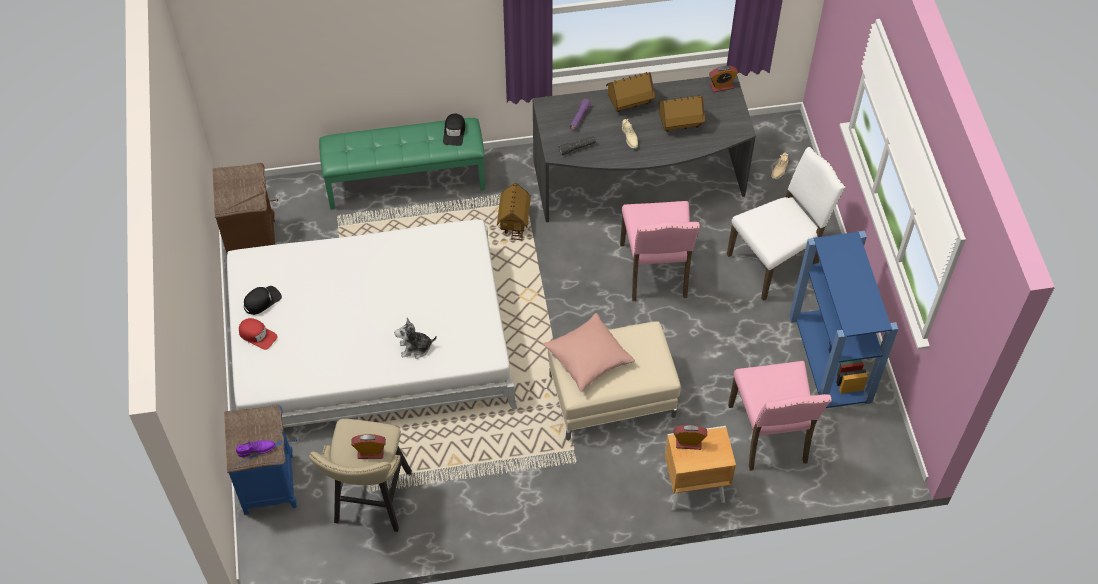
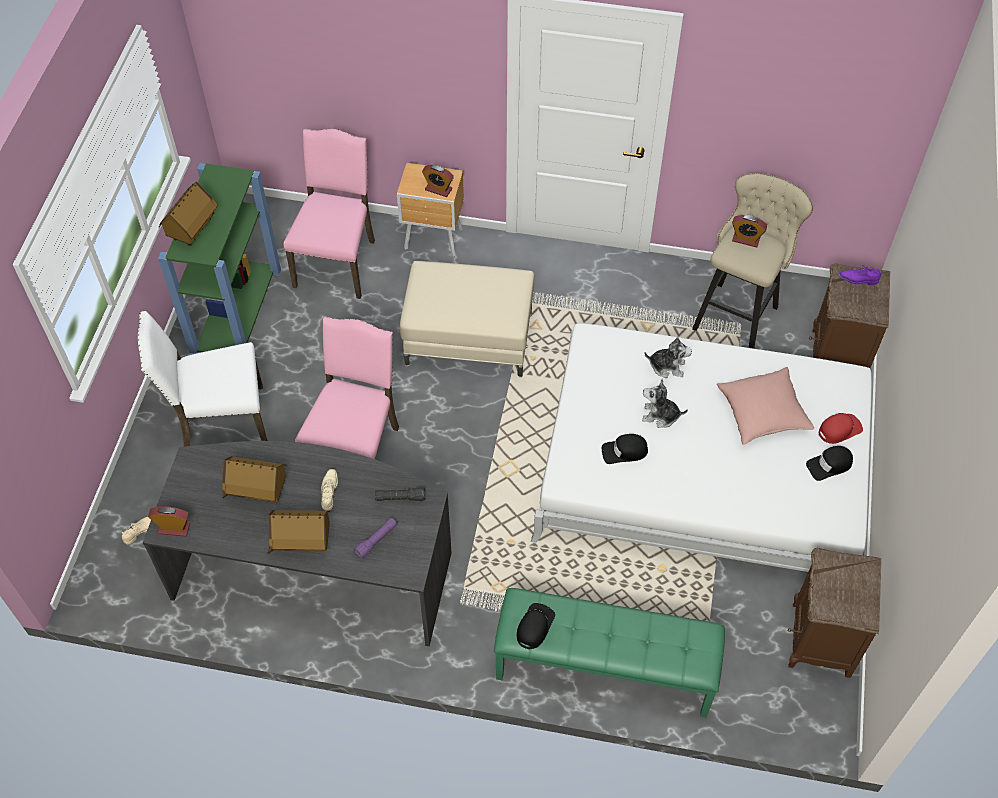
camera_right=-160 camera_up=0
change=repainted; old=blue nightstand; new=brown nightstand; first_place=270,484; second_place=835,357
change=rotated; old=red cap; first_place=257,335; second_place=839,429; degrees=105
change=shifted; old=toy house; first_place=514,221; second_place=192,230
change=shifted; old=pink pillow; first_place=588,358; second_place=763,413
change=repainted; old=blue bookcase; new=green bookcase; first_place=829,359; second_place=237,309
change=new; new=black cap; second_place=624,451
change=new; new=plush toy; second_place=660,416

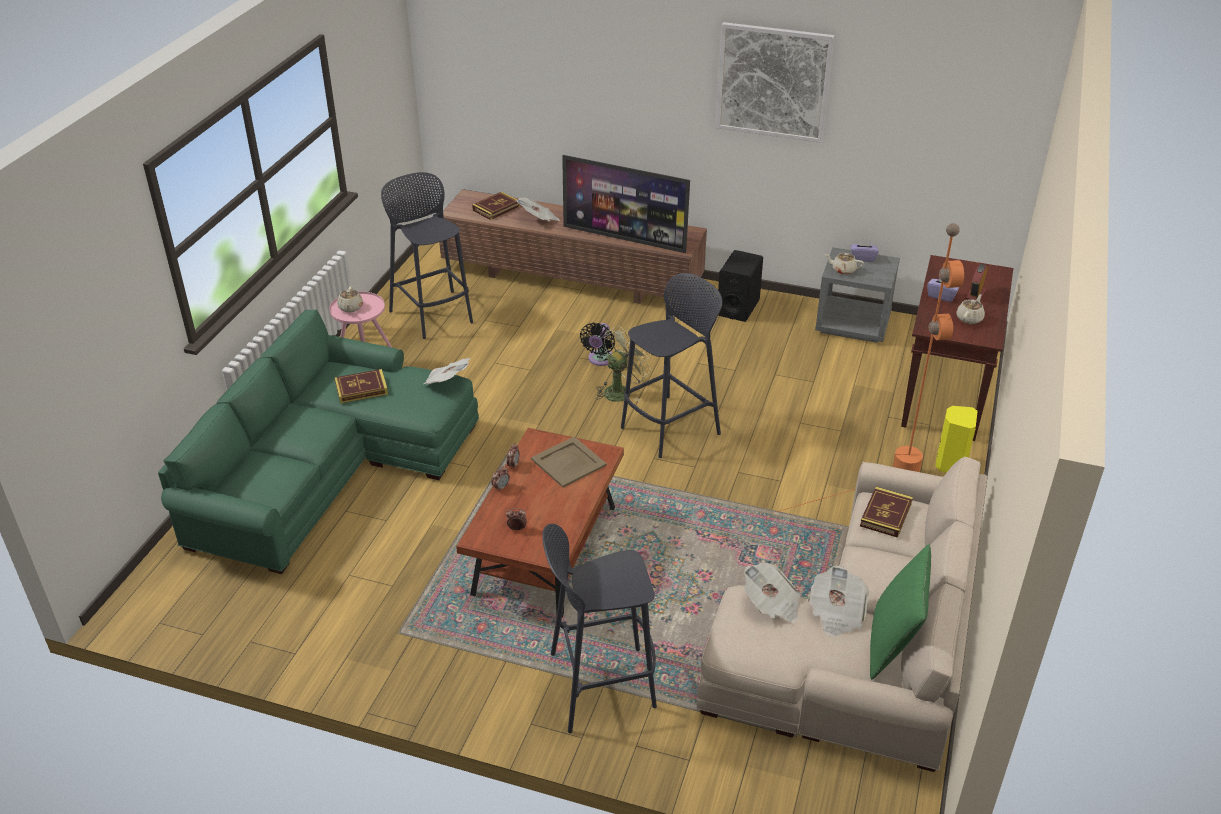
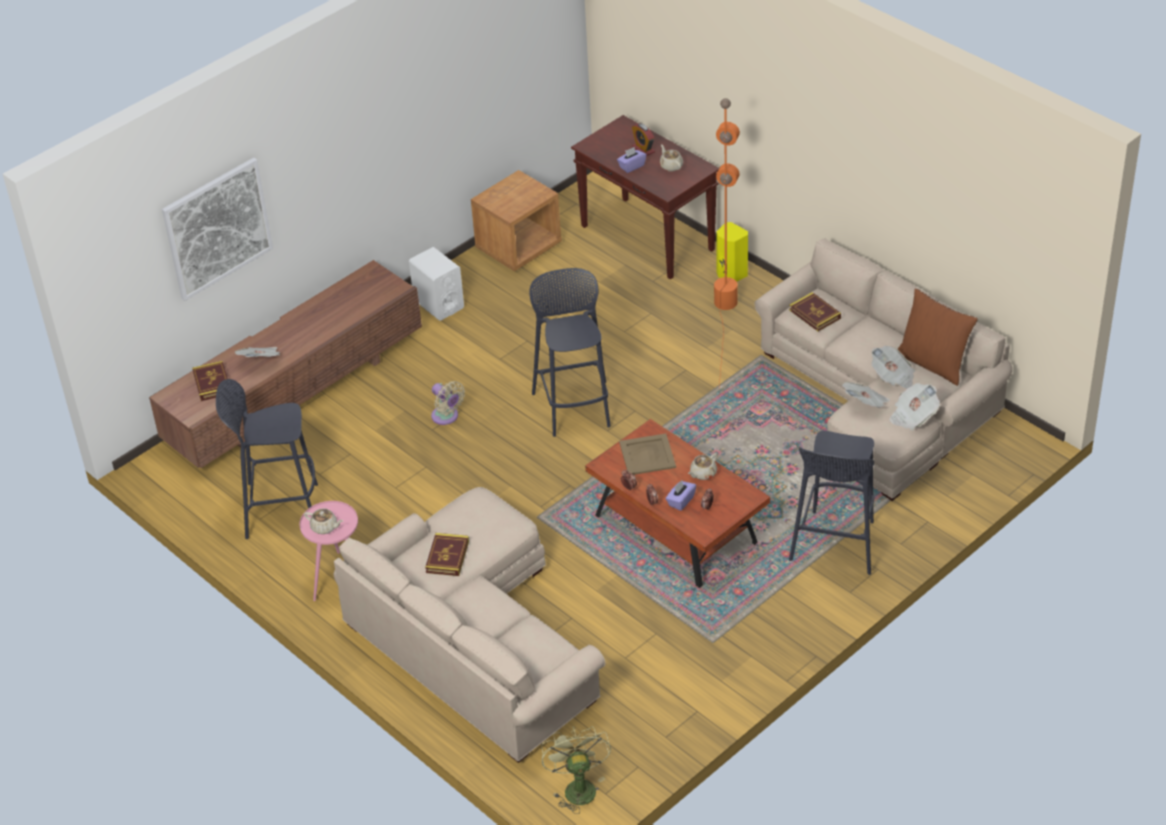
camera_right=-60 camera_up=5
change=repainted; old=green sofa; new=beige sofa; first_place=327,469; second_place=472,642
change=shifted; old=newspaper; first_place=447,382; second_place=913,416
change=gone; old=television; first_place=625,239
change=repainted; old=black fan; new=beige fan; first_place=600,360; second_place=446,417
change=shifted; old=green fan; first_place=621,391; second_place=577,787
change=shifted; old=picture; first_place=773,82; second_place=217,228
change=repainted; old=black speaker; new=white speaker; first_place=738,307; second_place=438,304
change=repainted; old=grey nightstand; new=brown nightstand; first_place=853,324; second_place=518,247
change=shifted; old=beige teapot; first_place=843,270; second_place=703,473
change=shifted; old=purple tissue box; first_place=862,258; second_place=680,501
change=repainted; old=green pillow; new=brown pillow; first_place=892,644; second_place=933,363

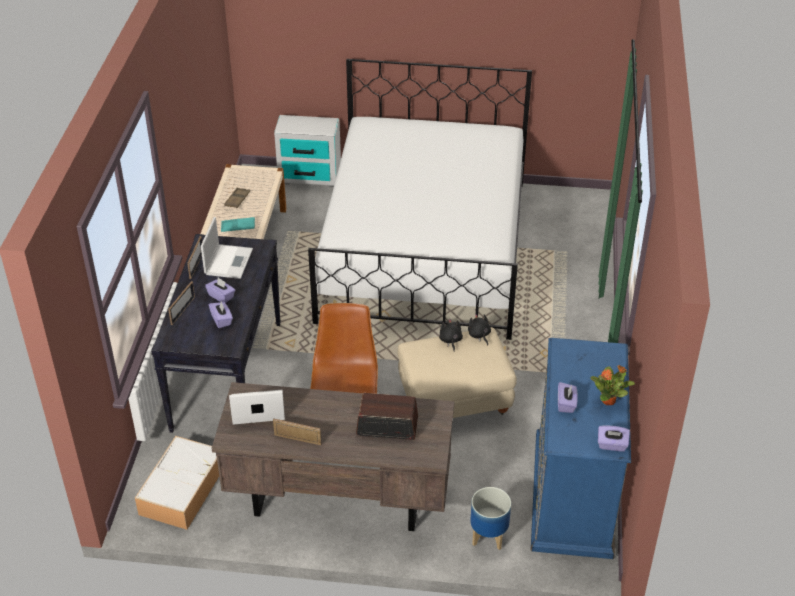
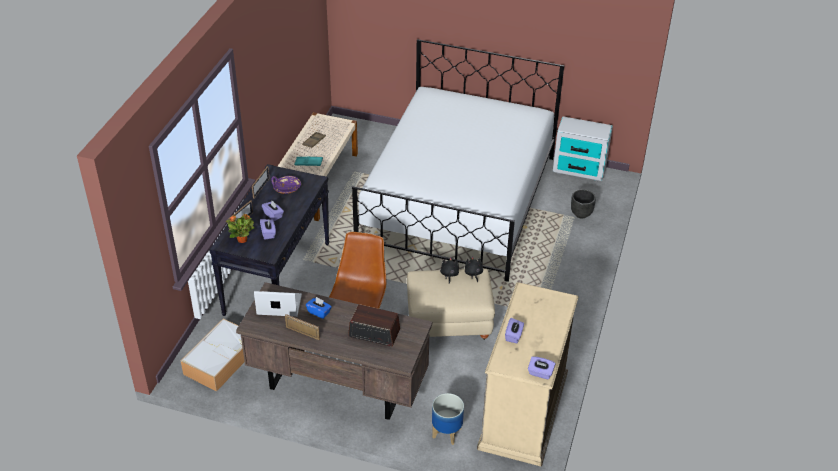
camera_right=10 camera_up=0
change=swapped; old=laptop; new=purple bowl; first_place=228,261; second_place=286,188
change=shifted; old=white nightstand; first_place=310,179; second_place=579,172
change=repainted; old=blue dresser; new=beige dresser; first_place=573,494; second_place=523,411
change=shifted; old=potted plant; first_place=609,400; second_place=243,240
change=new; new=blue tissue box; second_place=319,312
change=new; new=black planter; second_place=581,214

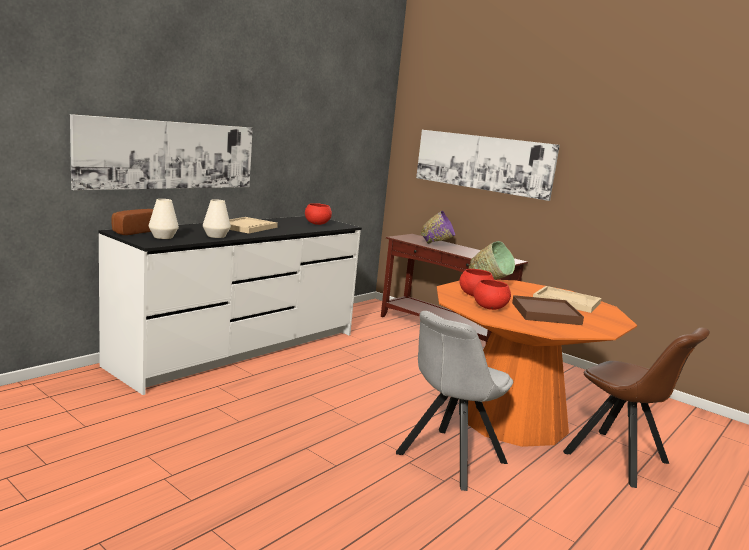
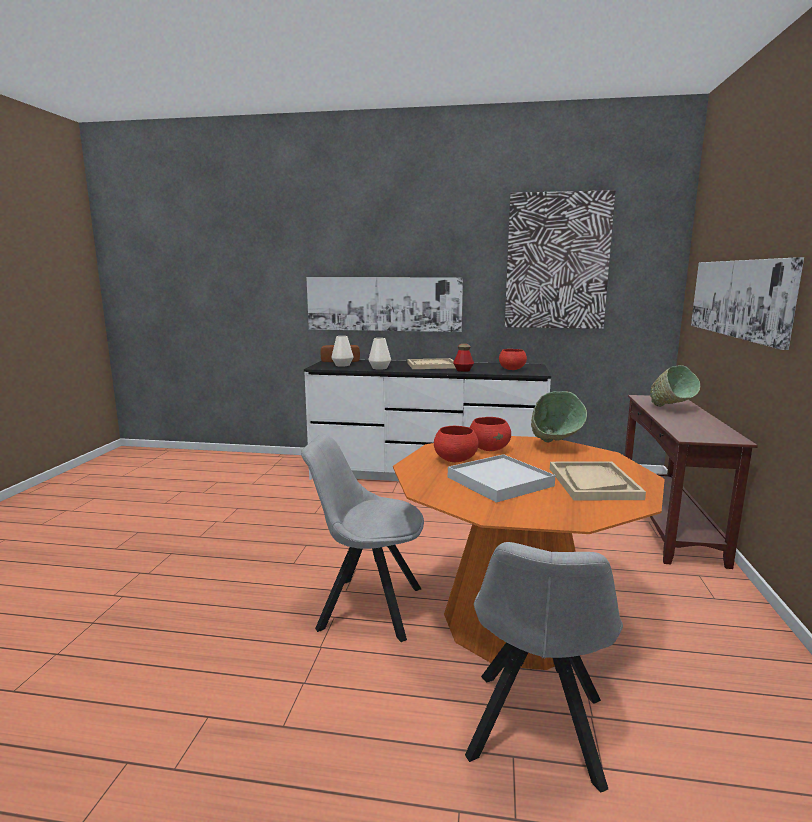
camera_right=60 camera_up=0
change=repainted; old=purple bowl; new=green bowl; first_place=437,244; second_place=671,409
change=repainted; old=brown tray; new=white tray; first_place=545,313; second_place=500,481
change=repainted; old=brown chair; new=grey chair; first_place=619,459; second_place=536,730
change=new; new=bottle; second_place=463,370
change=new; new=picture; second_place=557,261

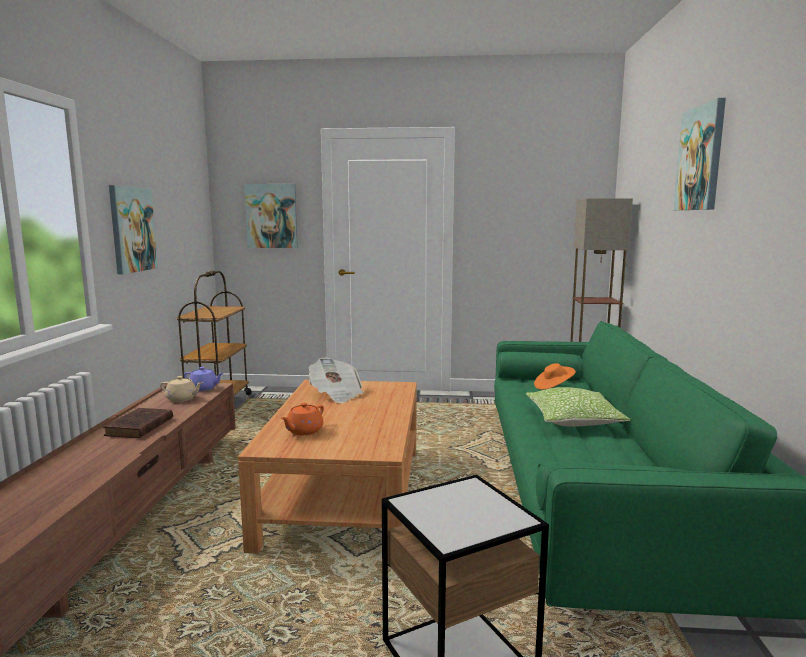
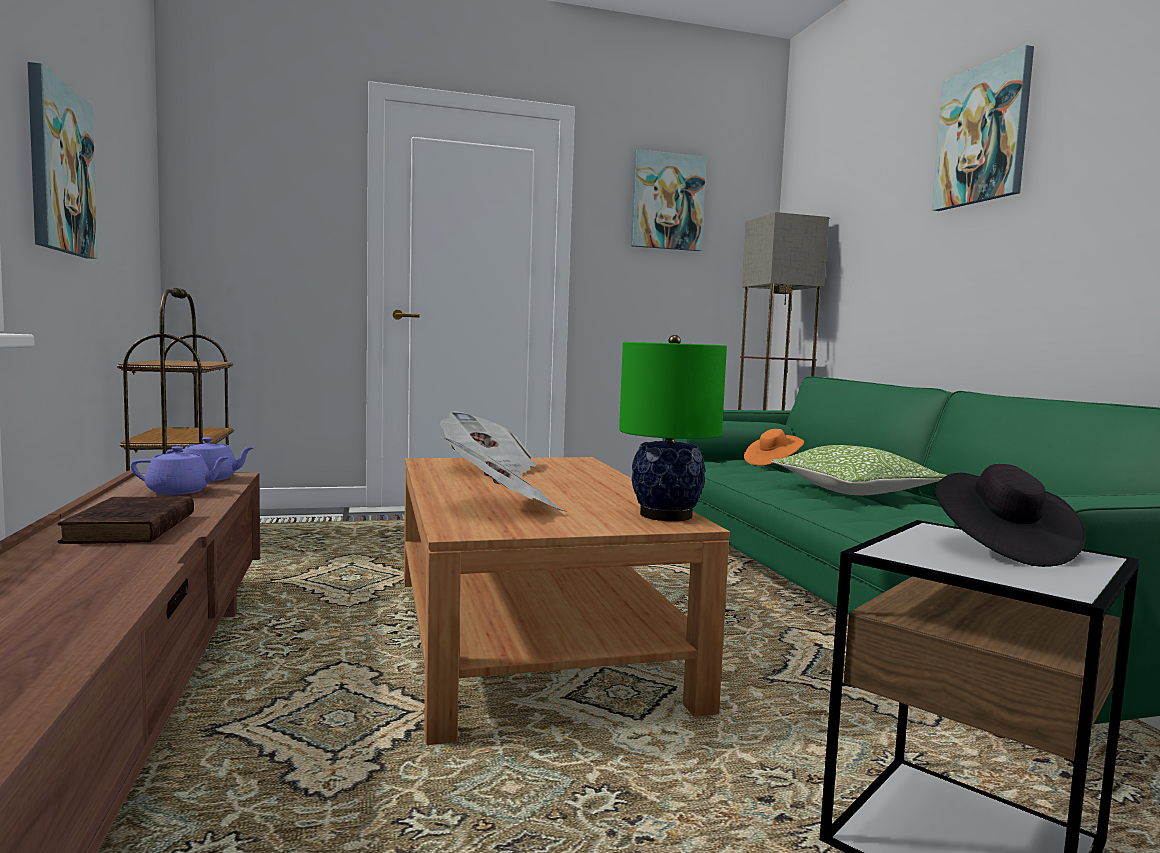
camera_right=-20 camera_up=-5
change=repainted; old=beige teapot; new=purple teapot; first_place=182,399; second_place=180,491
change=shifted; old=picture; first_place=271,216; second_place=667,201
change=swapped; old=orange teapot; new=newspaper; first_place=303,431; second_place=504,508
change=new; new=green table lamp; second_place=666,515
change=new; new=black hat; second_place=1001,548

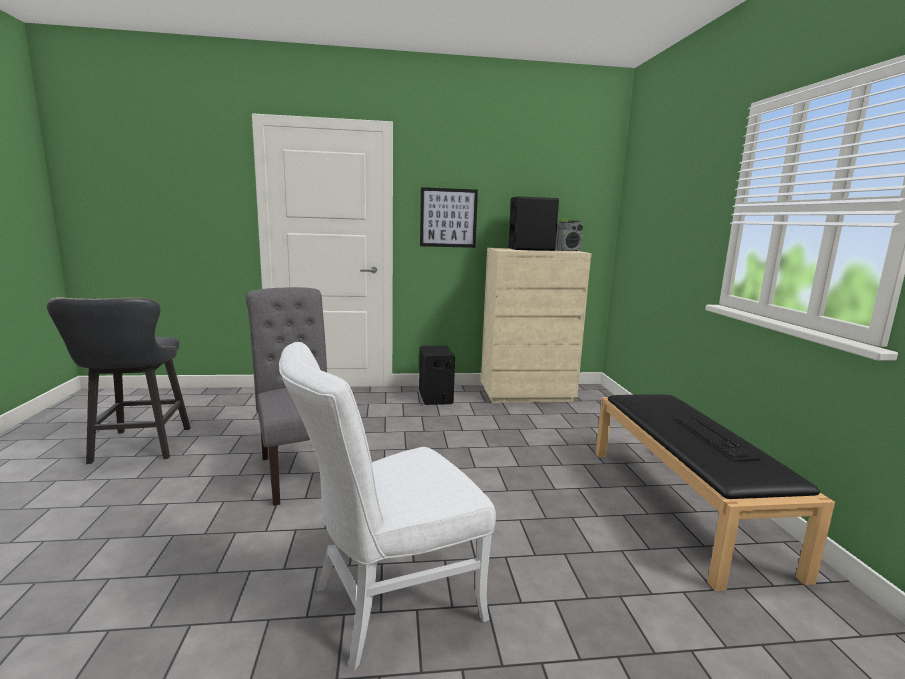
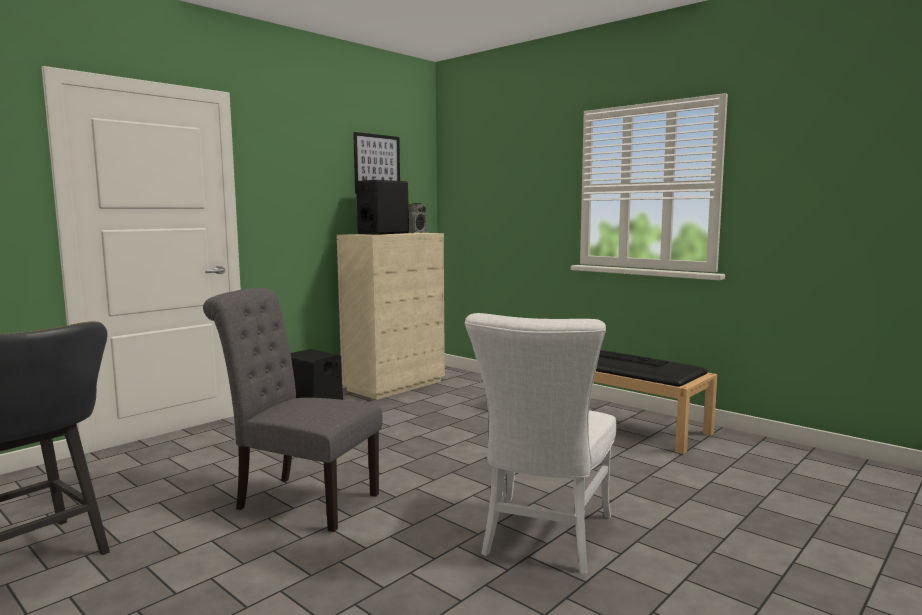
camera_right=-40 camera_up=-5
change=shifted; old=picture; first_place=448,218; second_place=377,164

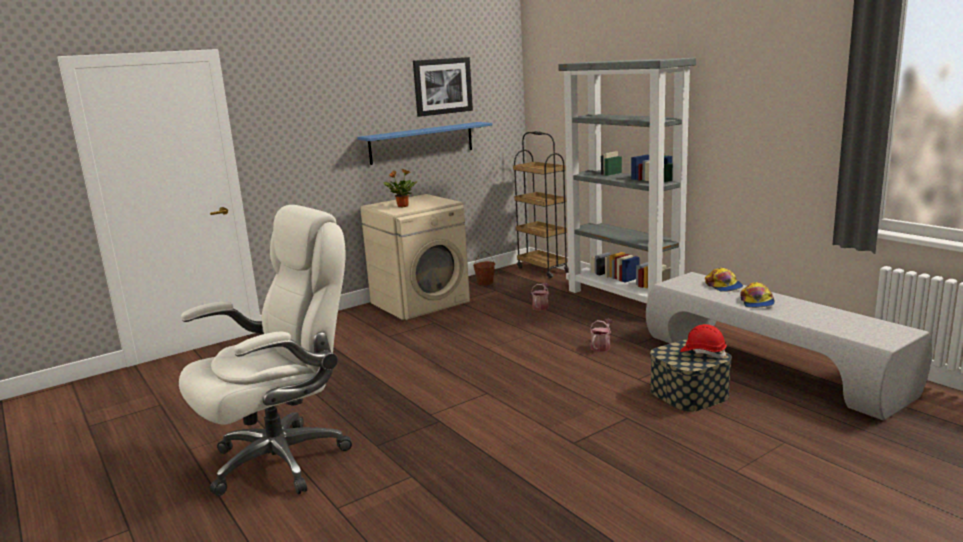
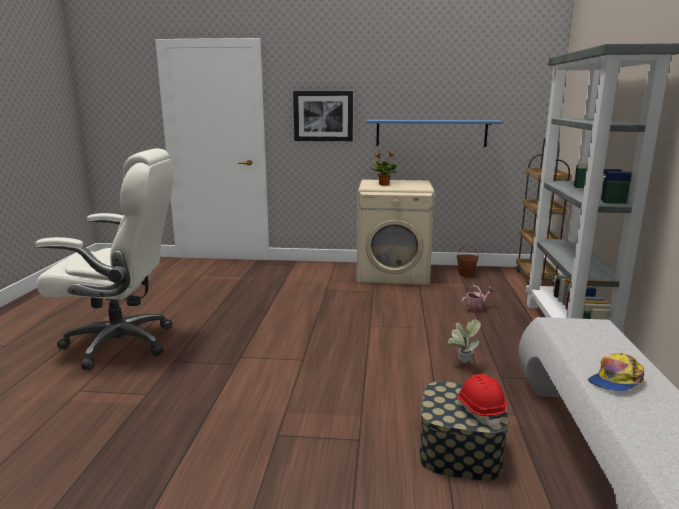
camera_right=40 camera_up=0
change=shifted; old=picture; first_place=442,86; second_place=323,116
change=swapped; old=watering can; new=potted plant; first_place=601,346; second_place=462,364
change=gone; old=cap; first_place=724,286

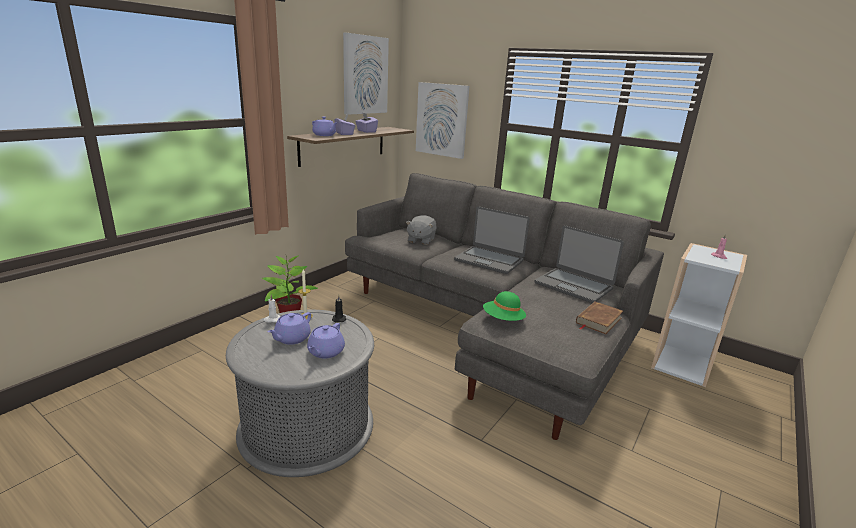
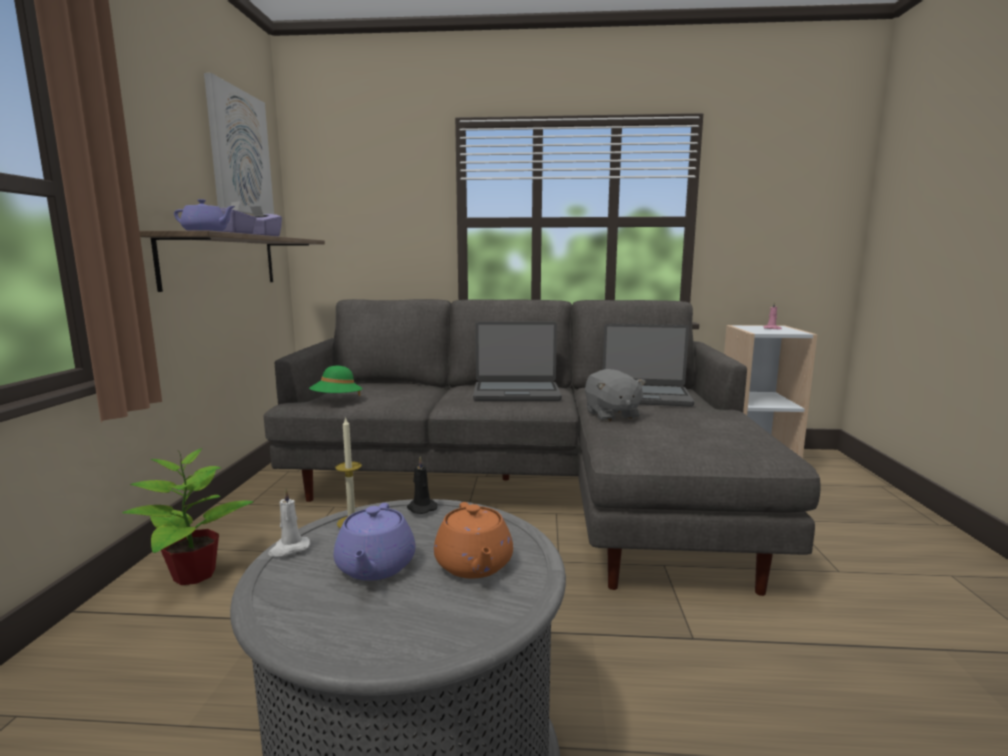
camera_right=-30 camera_up=-10
change=repainted; old=purple teapot; new=orange teapot; first_place=325,352; second_place=474,565
change=shifted; old=grey plush toy; first_place=420,240; second_place=611,415
change=gone; old=picture; first_place=442,120
change=shifted; old=green hat; first_place=503,320; second_place=337,400
change=gone; old=brown book; first_place=598,320

